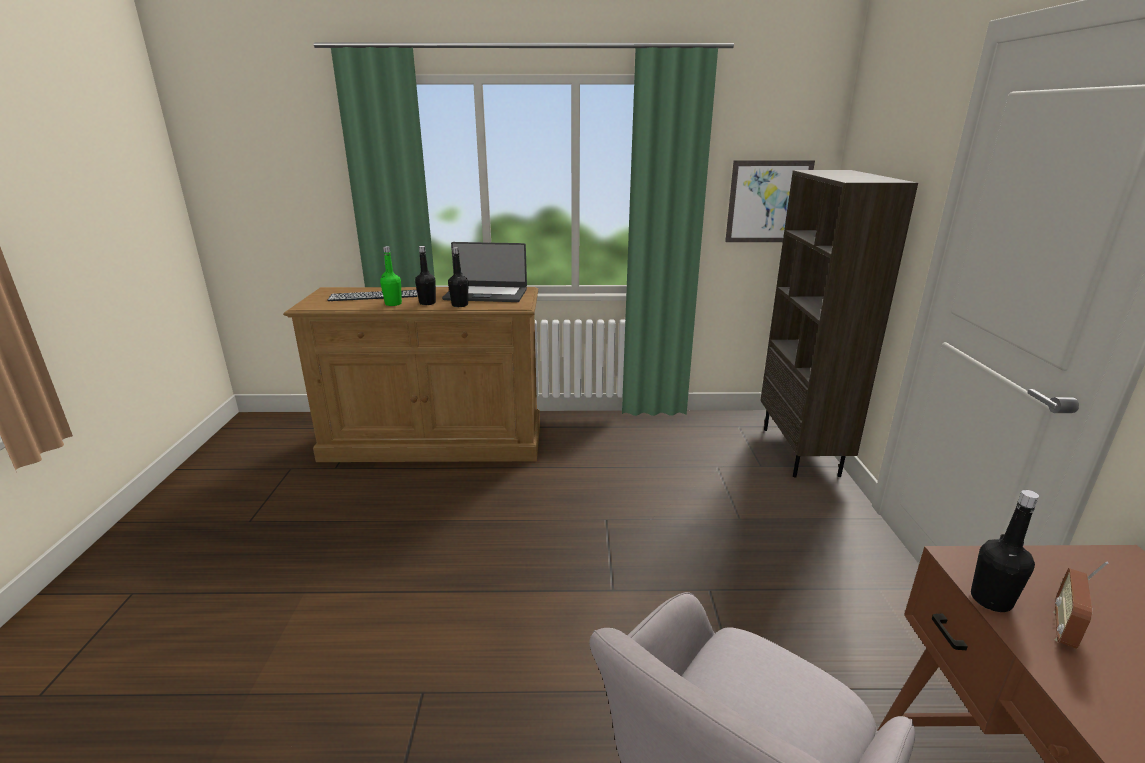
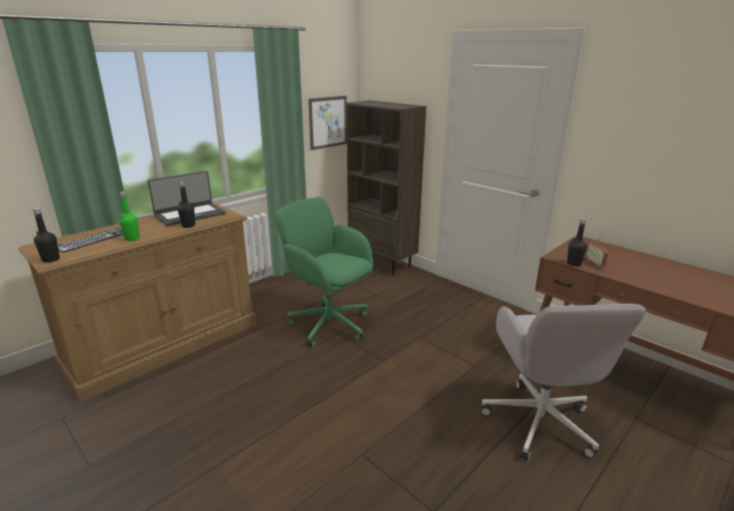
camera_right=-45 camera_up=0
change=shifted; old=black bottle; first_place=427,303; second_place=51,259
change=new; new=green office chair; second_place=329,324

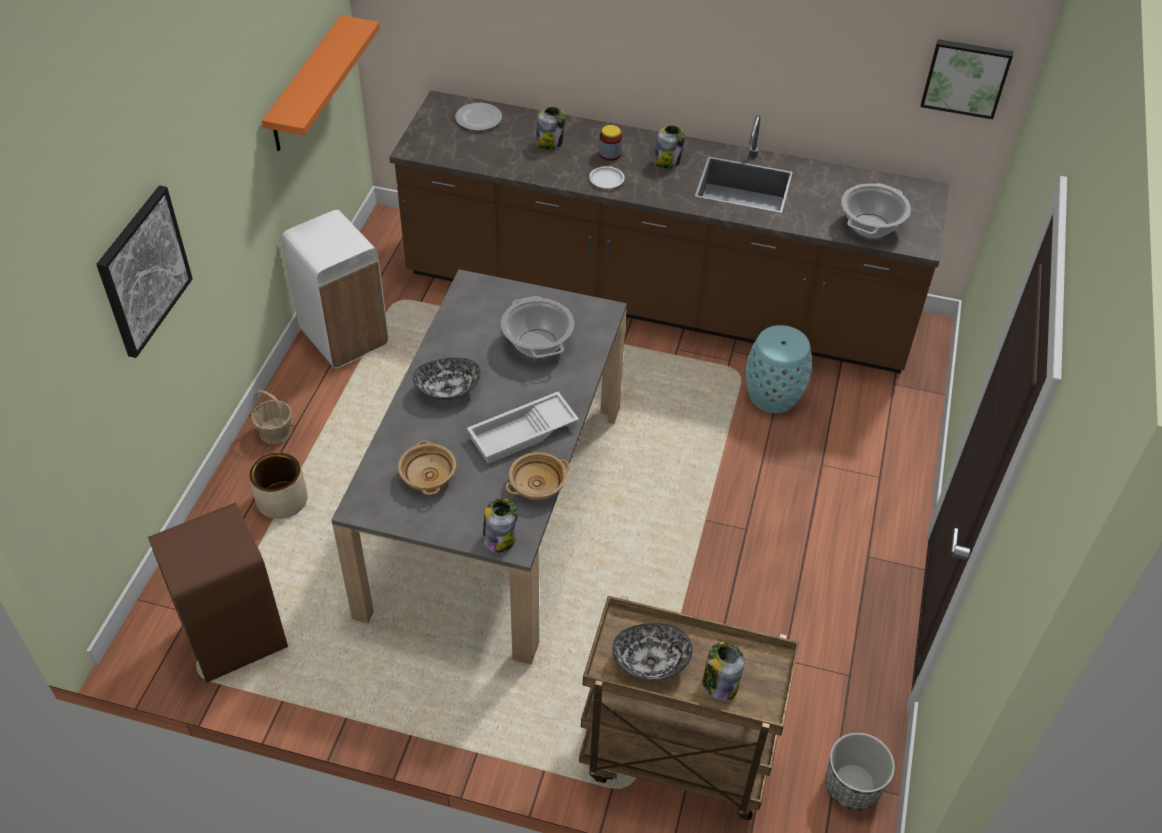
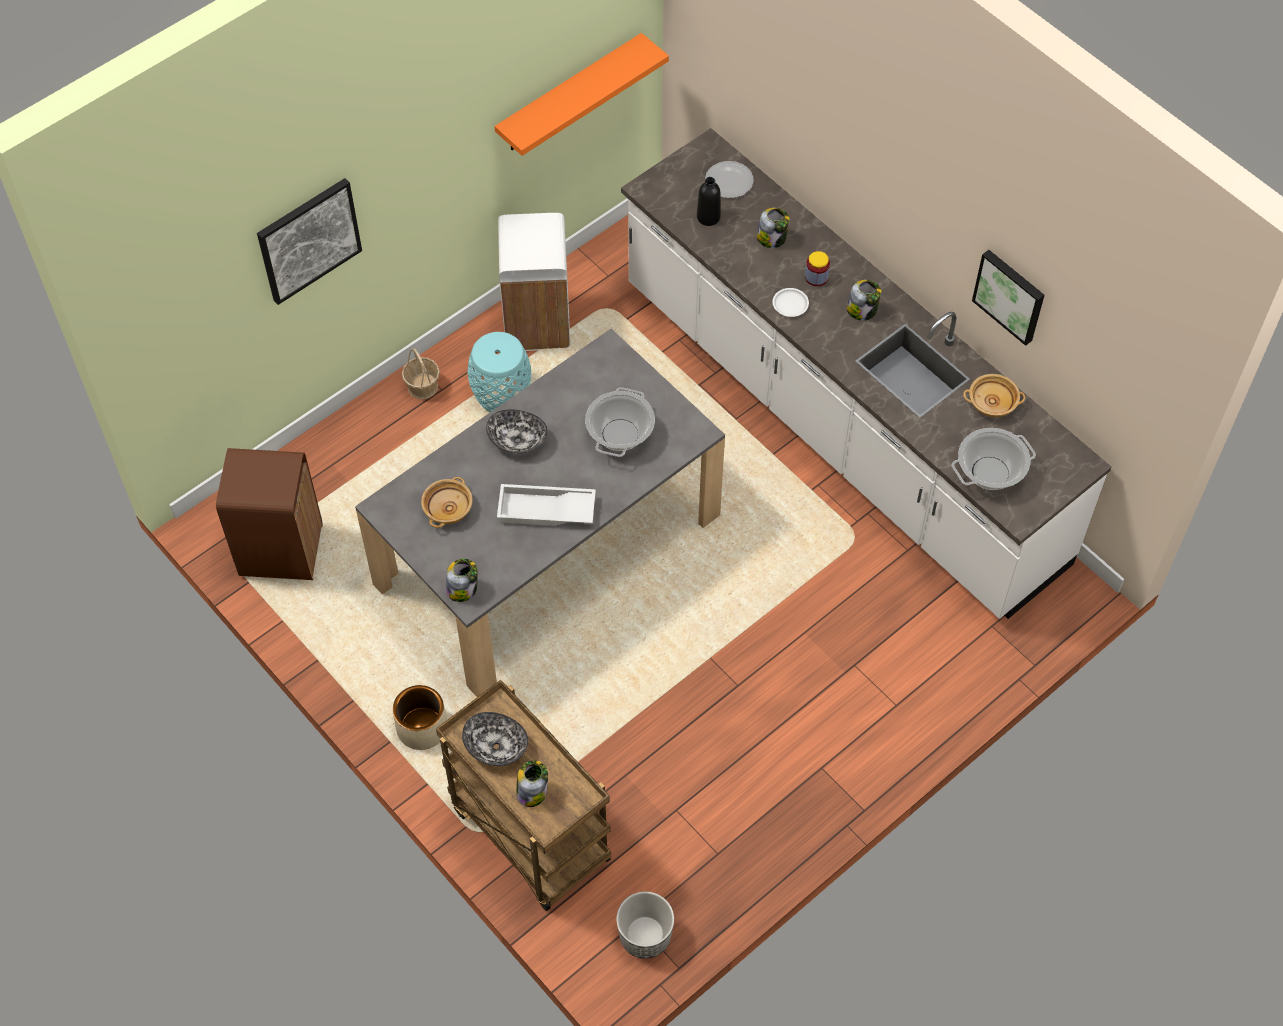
camera_right=35 camera_up=10
change=shifted; old=beige planter; first_place=281,500; second_place=421,728
change=repainted; old=brown counter; new=white counter; first_place=656,300; second_place=840,425
change=shifted; old=beige bowl; first_place=537,486; second_place=991,403
change=shifted; old=turquoise stool; first_place=772,396; second_place=501,395
change=shifted; old=picture; first_place=966,77; second_place=1010,295
change=new; new=black bottle; second_place=708,217

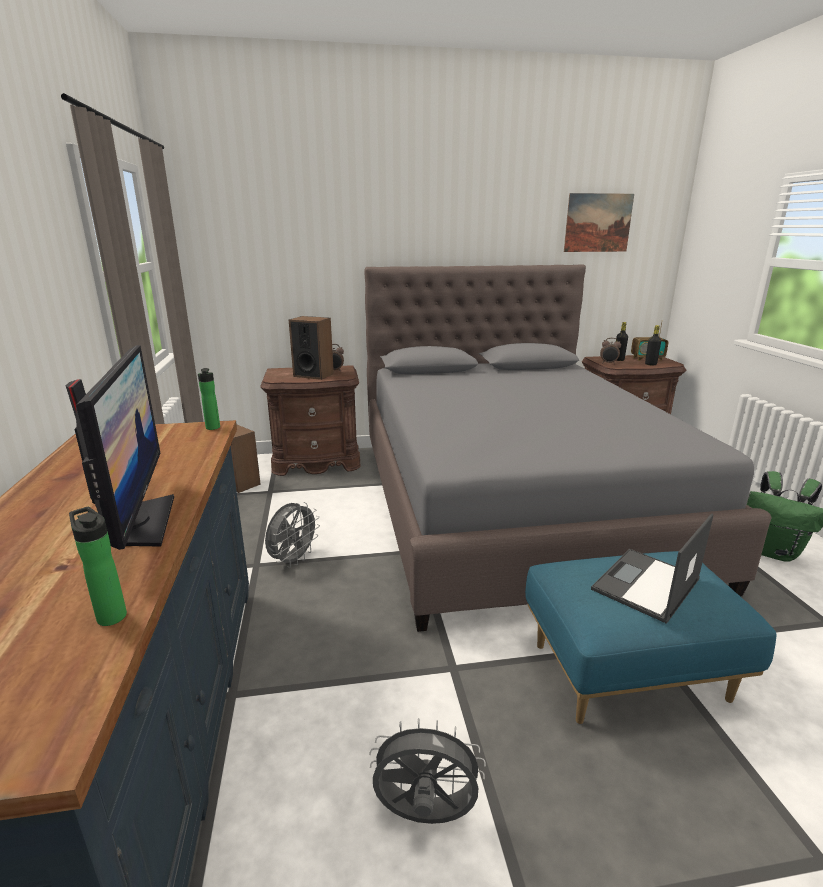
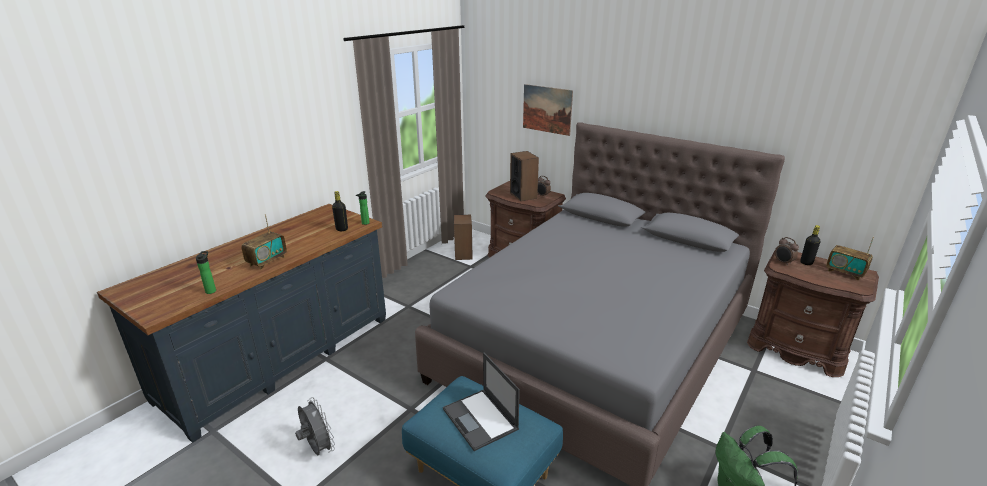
camera_right=45 camera_up=5
change=swapped; old=monitor; new=radio; first_place=139,523; second_place=267,261
change=gone; old=grey fan; first_place=293,560
change=shifted; old=picture; first_place=598,223; second_place=547,109
change=rotated; old=laptop; first_place=645,585; second_place=481,419; degrees=-120
change=shifted; old=black bottle; first_place=650,364; second_place=342,229

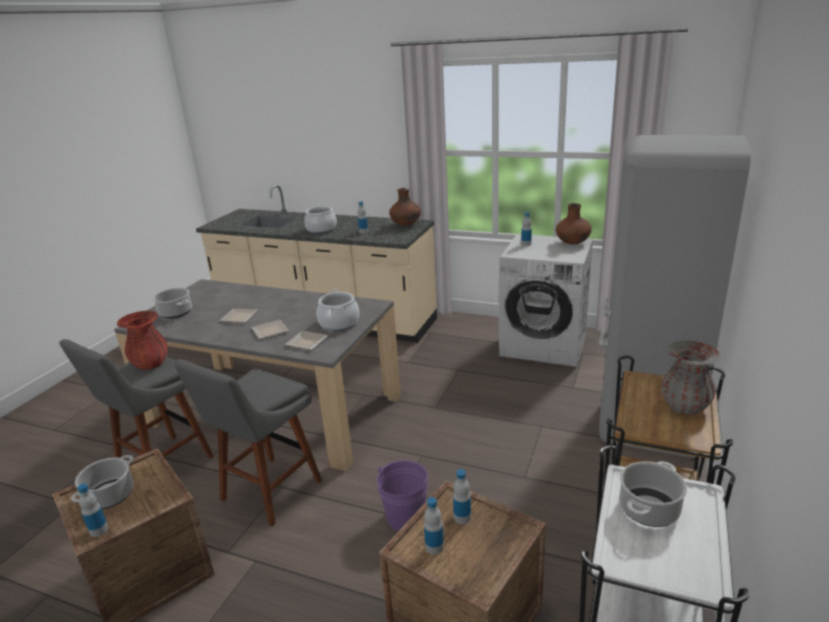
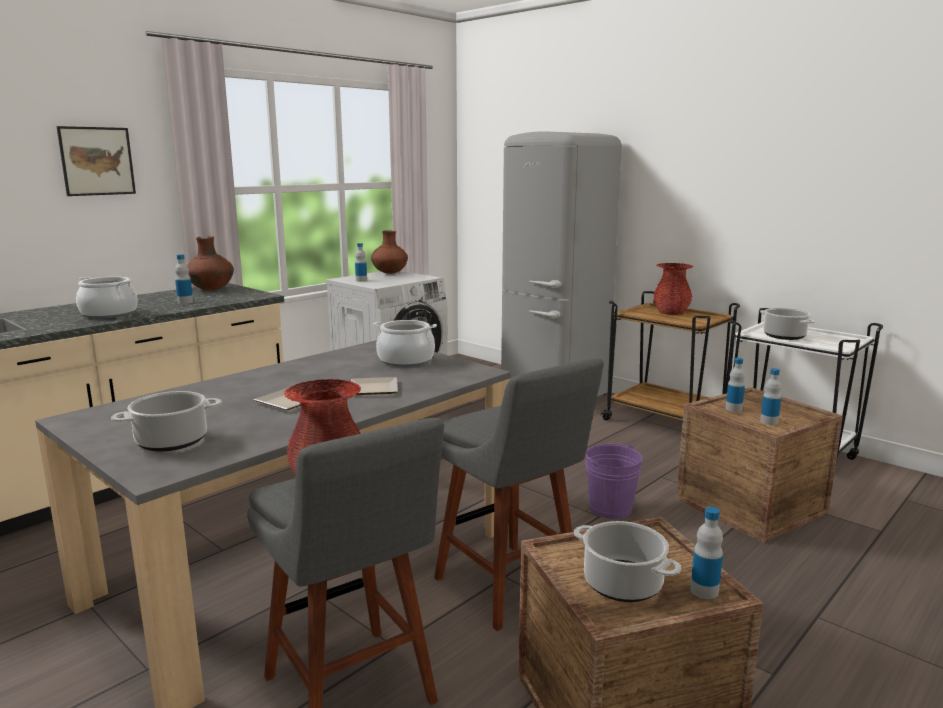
camera_right=-70 camera_up=-10
change=gone; old=plate; first_place=307,343
change=repainted; old=grey vase; new=red vase; first_place=684,406; second_place=671,312
change=new; new=picture; second_place=97,161

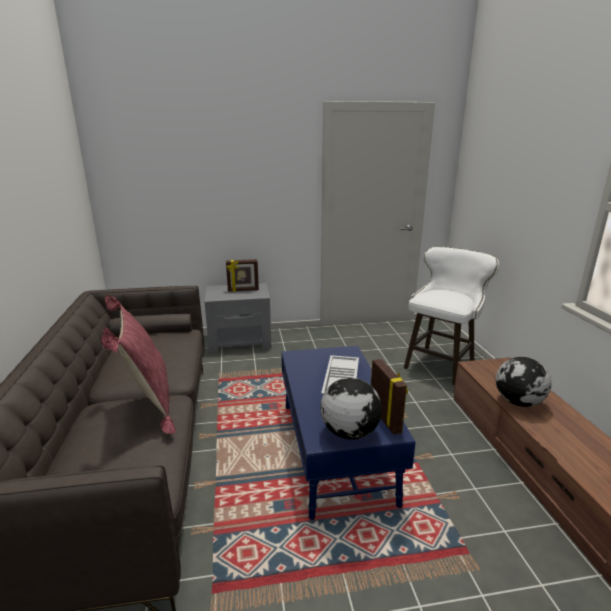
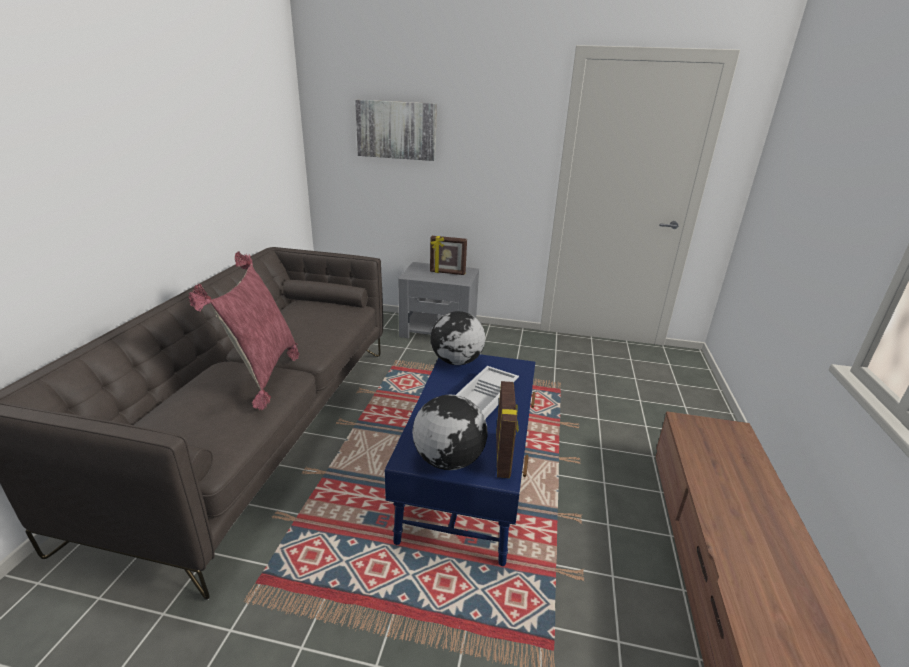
camera_right=20 camera_up=5
change=gone; old=white stool; first_place=441,364
change=shifted; old=globe; first_place=518,402; second_place=456,361
change=new; new=picture; second_place=396,130

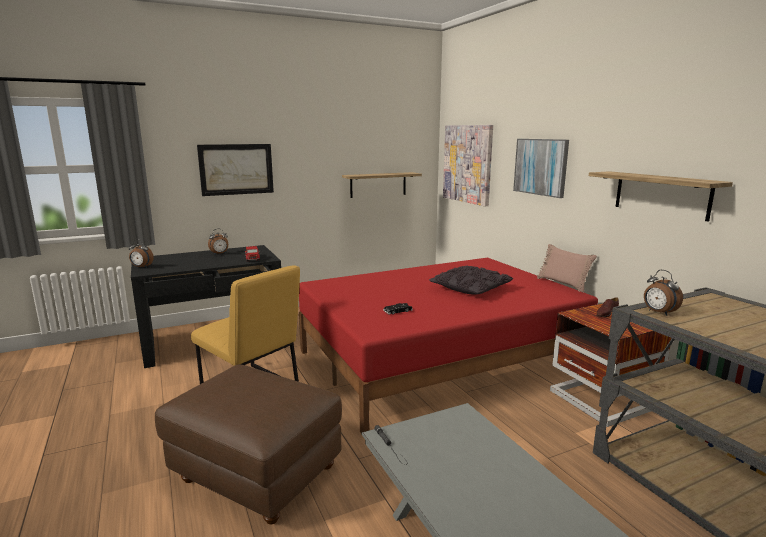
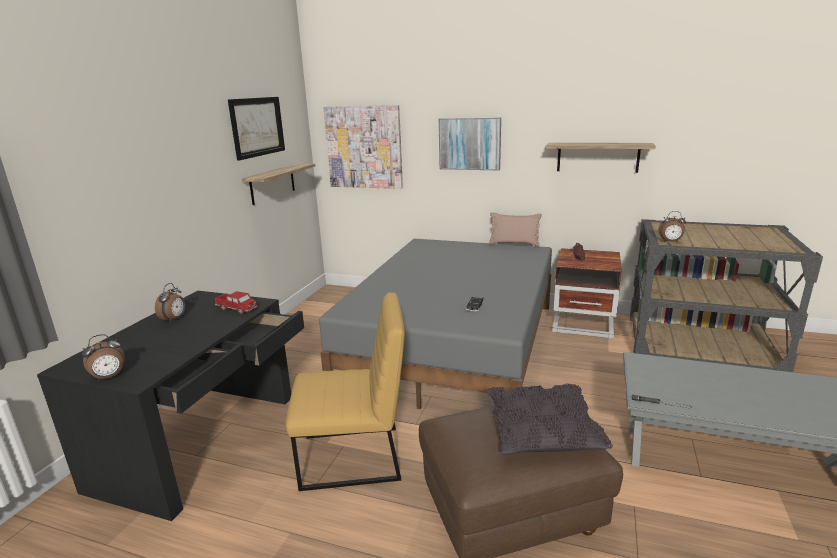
camera_right=-45 camera_up=5
change=shifted; old=picture; first_place=236,169; second_place=257,127
change=repainted; old=red bed; new=grey bed; first_place=439,361; second_place=454,346
change=shifted; old=black pillow; first_place=470,289; second_place=542,430

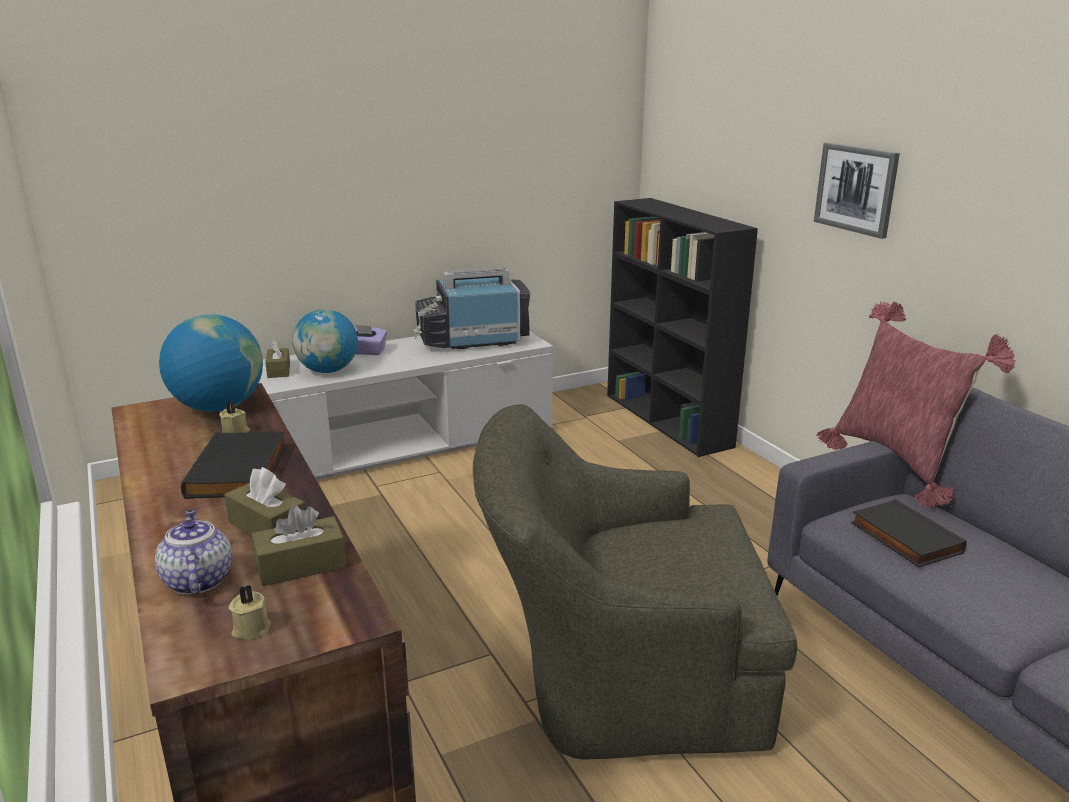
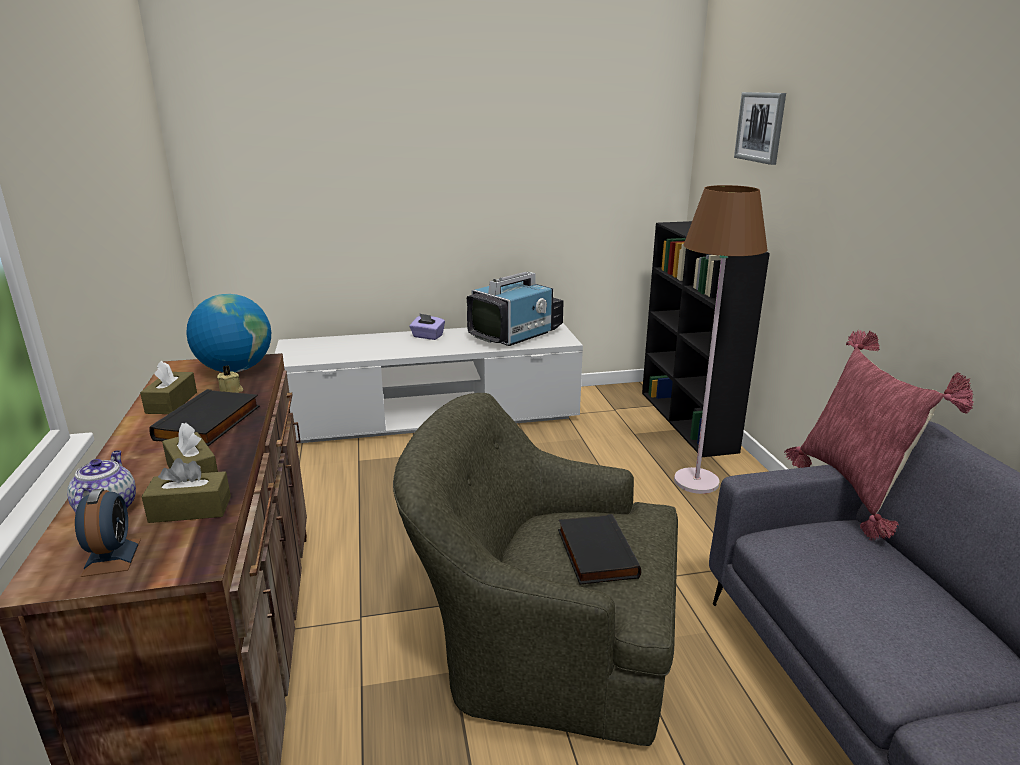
camera_right=15 camera_up=0
change=swapped; old=beige candle; new=alarm clock; first_place=251,628; second_place=112,557
change=shifted; old=brown tissue box; first_place=279,370; second_place=171,403
change=gone; old=globe; first_place=328,371
change=rotated; old=television; first_place=471,340; second_place=516,334; degrees=135
change=shifted; old=picture; first_place=856,189; second_place=760,127
change=shifted; old=black book; first_place=903,538; second_place=594,553
change=new; new=brown floor lamp; second_place=696,481

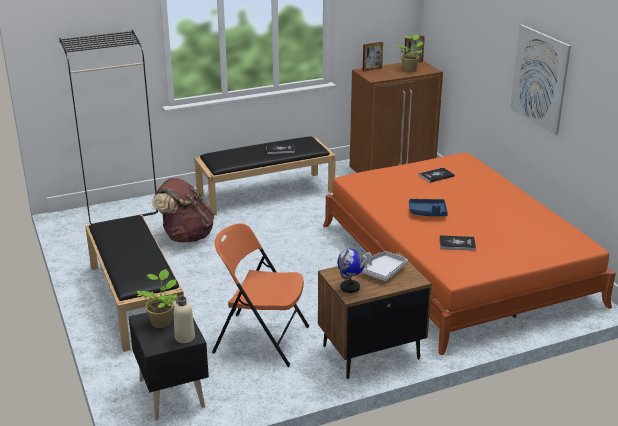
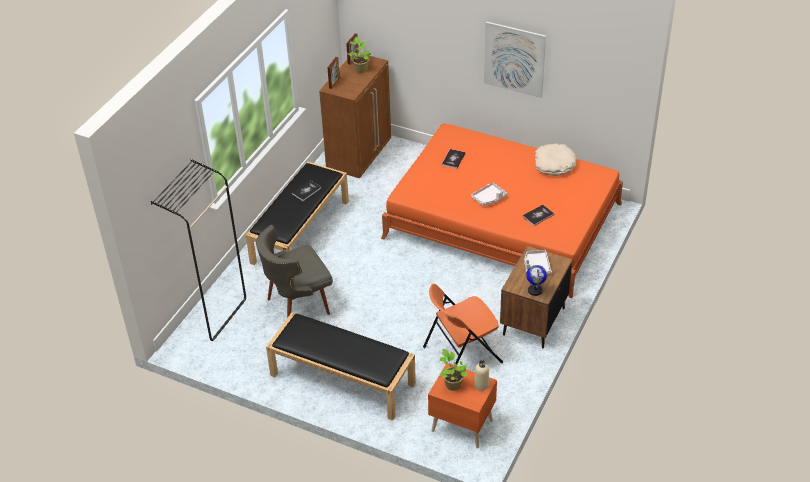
camera_right=-40 camera_up=15
change=repainted; old=black nightstand; new=orange nightstand; first_place=173,392; second_place=461,425
change=swapped; old=brown backpack; new=grey chair; first_place=186,236; second_place=299,307
change=repainted; old=blue tray; new=white tray; first_place=427,212; second_place=489,198
change=new; new=beige pillow; second_place=555,165

